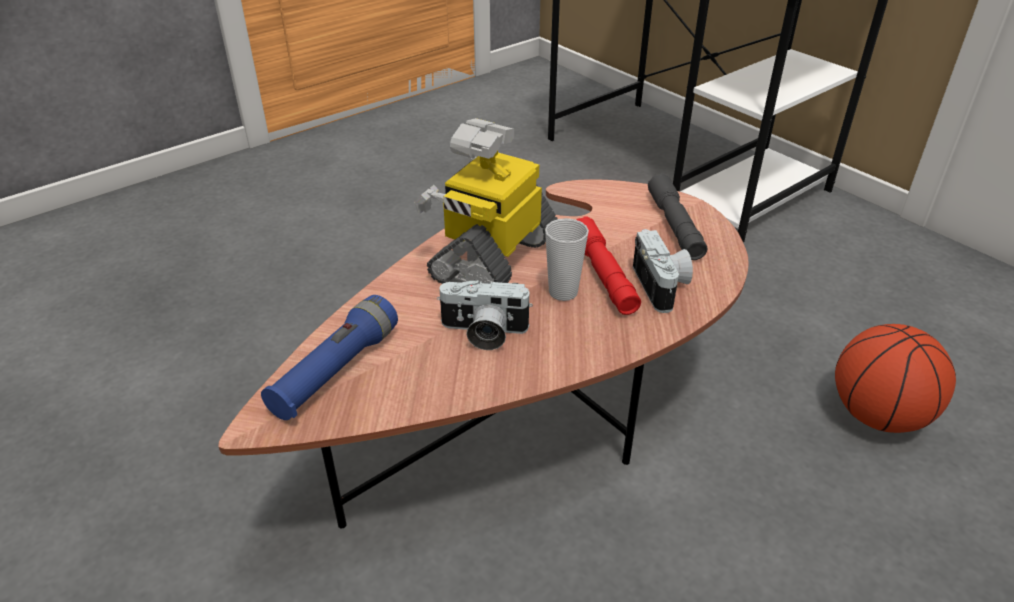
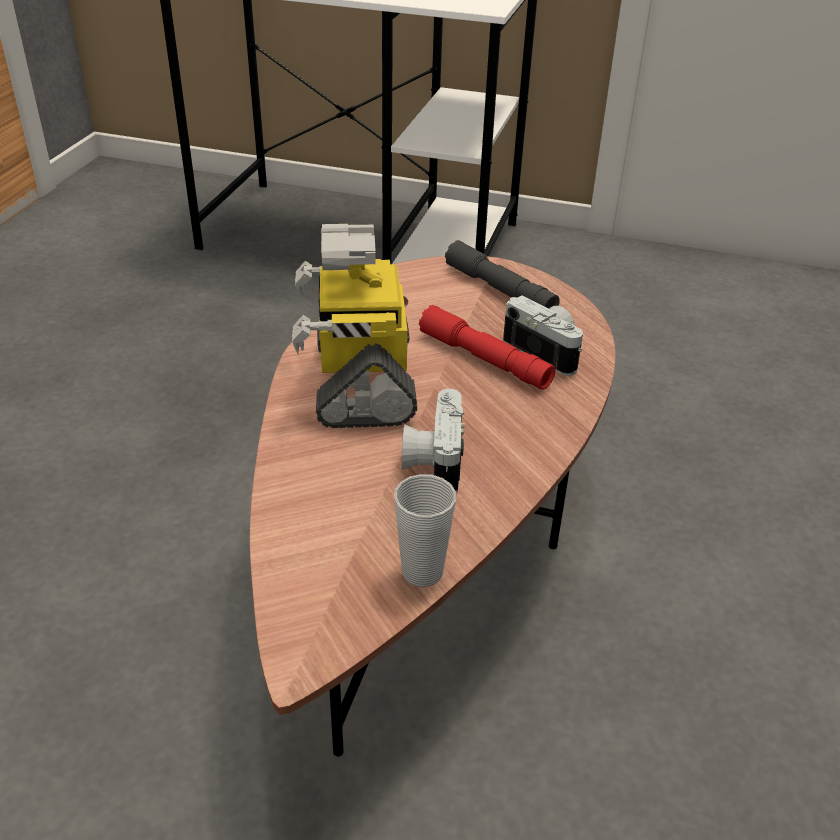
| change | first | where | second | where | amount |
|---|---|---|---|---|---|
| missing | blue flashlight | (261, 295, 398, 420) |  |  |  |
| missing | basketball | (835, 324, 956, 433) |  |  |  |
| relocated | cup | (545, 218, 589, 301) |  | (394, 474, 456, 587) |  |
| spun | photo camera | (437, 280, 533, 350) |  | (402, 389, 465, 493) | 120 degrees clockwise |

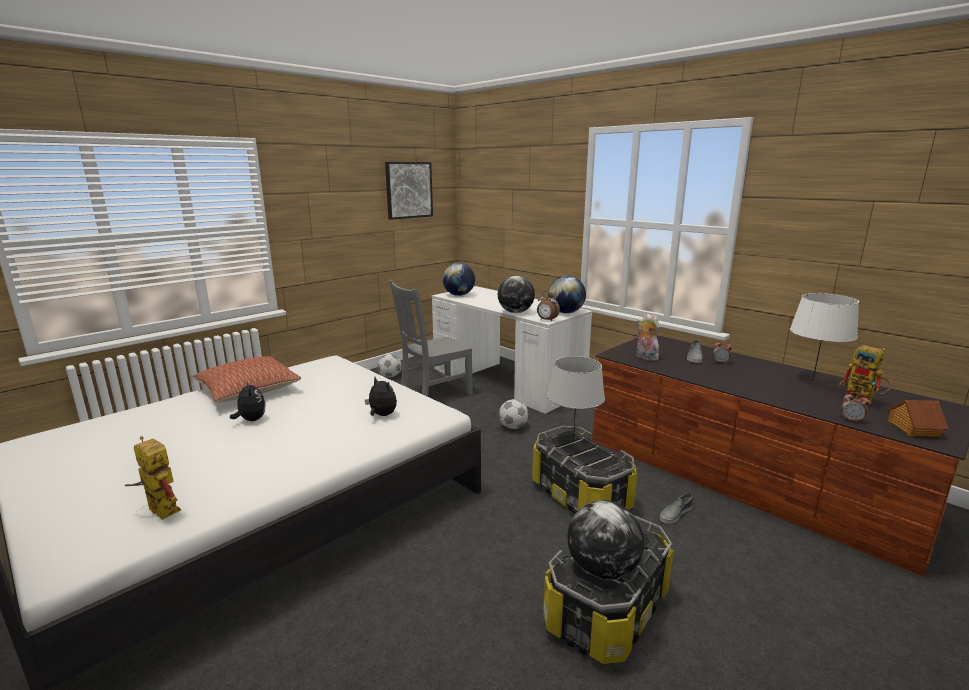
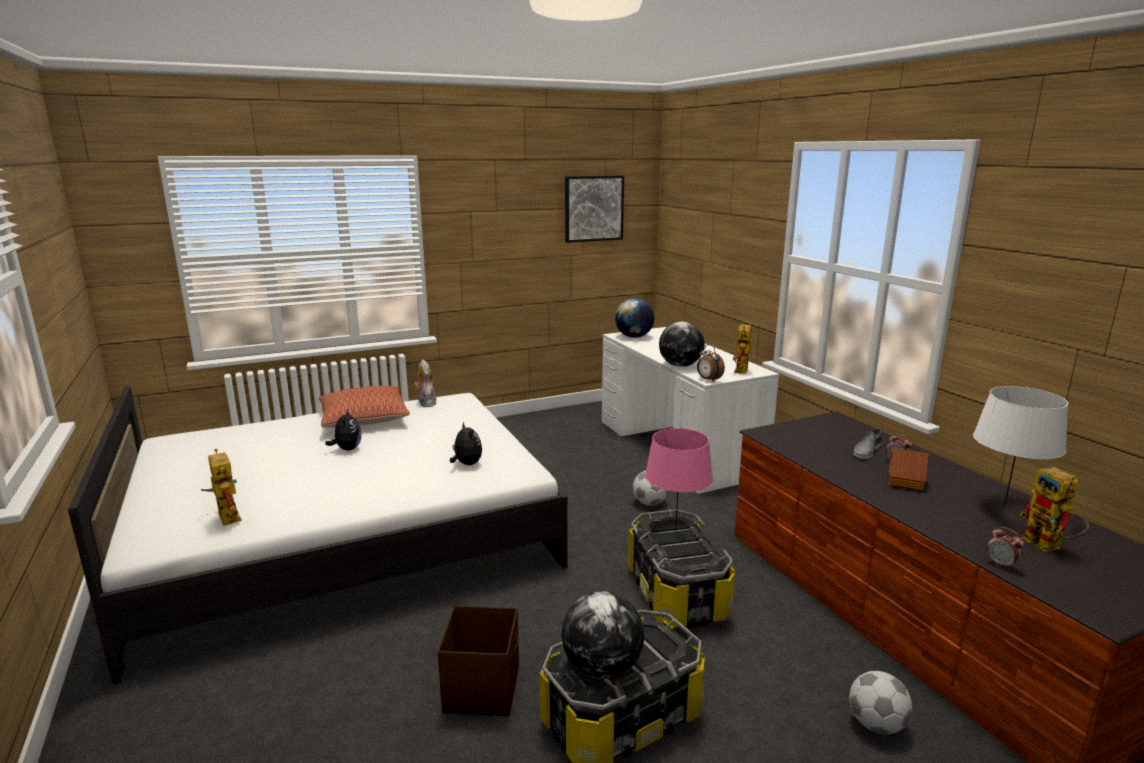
| change | first | where | second | where | amount |
|---|---|---|---|---|---|
| missing | grey chair | (389, 280, 473, 397) |  |  |  |
| missing | grey shoe | (660, 493, 693, 524) |  |  |  |
| appeared |  |  | brown storage box | (438, 606, 519, 716) |  |
| relocated | football | (378, 354, 402, 378) |  | (849, 671, 912, 734) |  |
| relocated | plush toy | (636, 314, 660, 361) |  | (414, 360, 437, 407) |  |
| relocated | toy house | (887, 400, 949, 437) |  | (888, 448, 929, 490) |  |
| exchanged | globe | (548, 276, 586, 313) | toy robot | (732, 325, 755, 374) |  |
| colour | grey table lamp | (547, 356, 605, 443) | pink table lamp | (645, 428, 713, 531) |  |

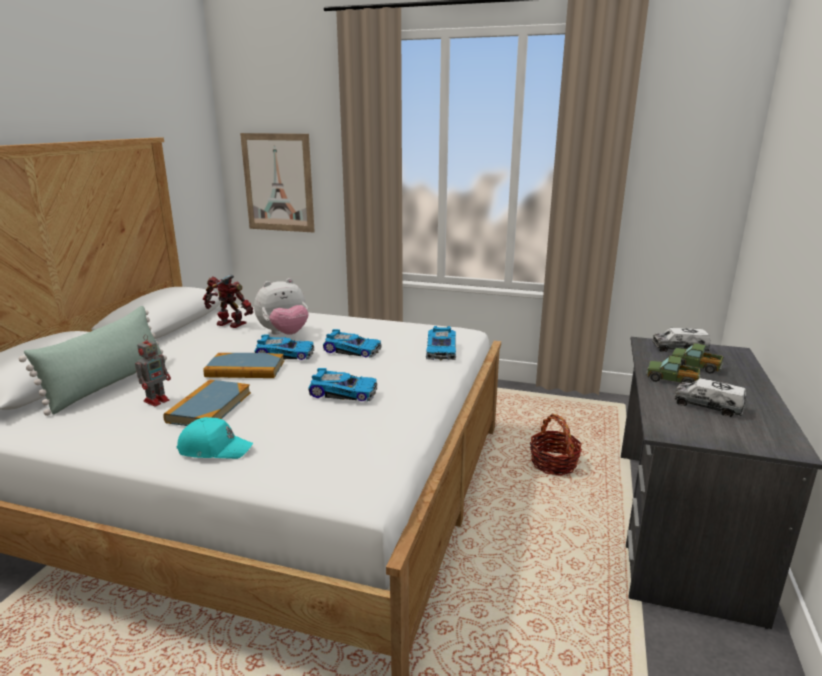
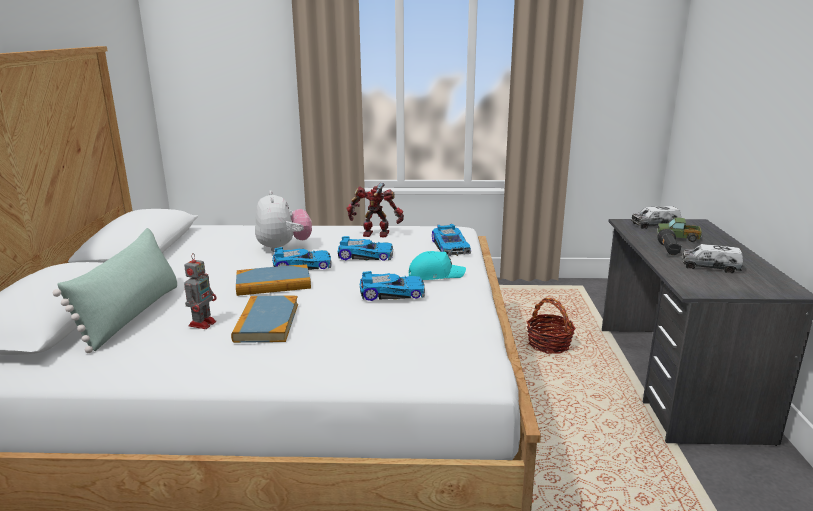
| change | first | where | second | where | amount |
|---|---|---|---|---|---|
| missing | picture | (240, 133, 315, 233) |  |  |  |
| relocated | turquoise cap | (177, 417, 253, 459) |  | (409, 251, 466, 280) |  |
| relocated | toy robot | (203, 274, 253, 328) |  | (346, 183, 404, 237) |  |
| exchanged | toy truck | (646, 356, 700, 383) | black flashlight | (657, 229, 681, 255) |  |
| spun | plush toy | (254, 278, 309, 335) |  | (255, 190, 312, 252) | 60 degrees counterclockwise |

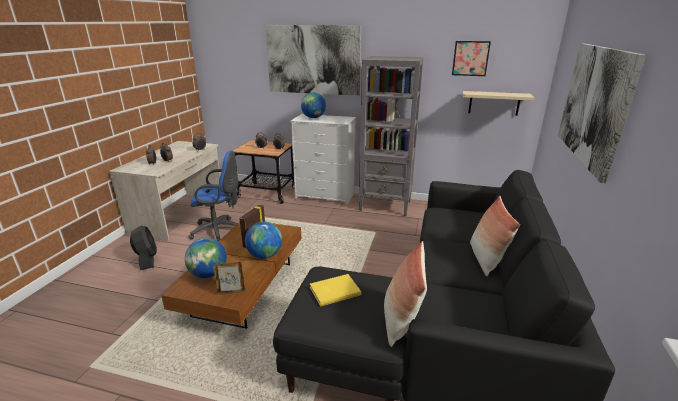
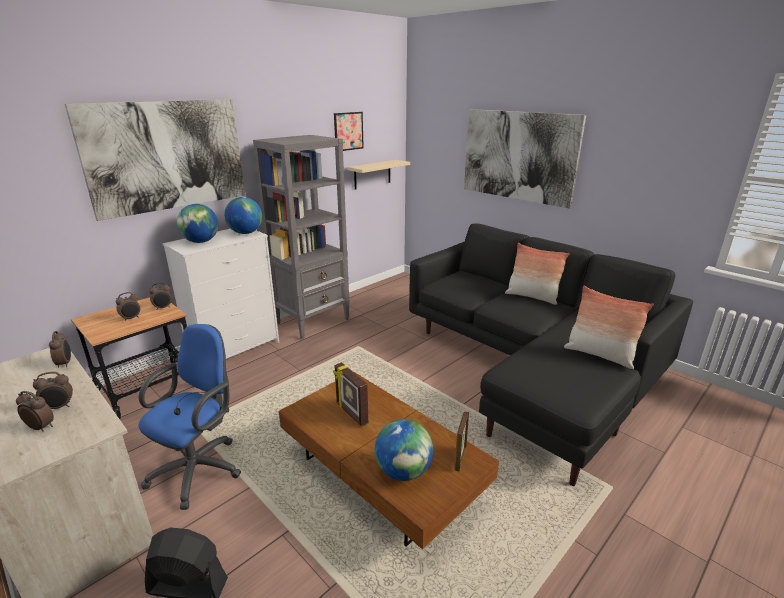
| change | first | where | second | where | amount |
|---|---|---|---|---|---|
| missing | yellow book | (310, 274, 361, 307) |  |  |  |
| relocated | globe | (245, 222, 282, 259) |  | (224, 197, 262, 234) |  |

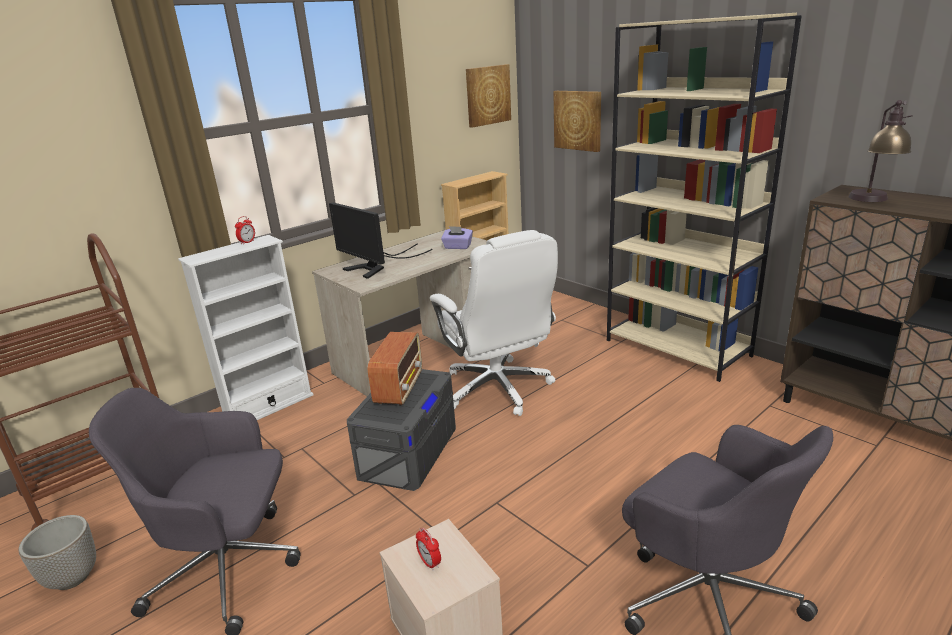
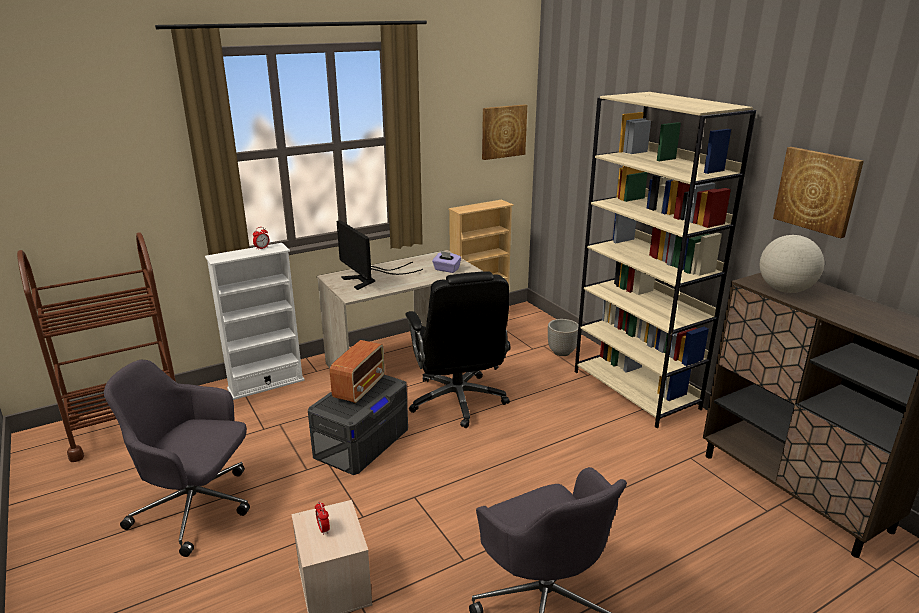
| change | first | where | second | where | amount |
|---|---|---|---|---|---|
| relocated | planter | (19, 515, 96, 590) |  | (548, 319, 579, 356) |  |
| relocated | picture | (553, 91, 601, 152) |  | (773, 147, 864, 238) |  |
| exchanged | table lamp | (849, 100, 913, 202) | globe | (760, 235, 824, 293) |  |
| colour | white office chair | (430, 230, 558, 416) | black office chair | (406, 271, 511, 428) |  |

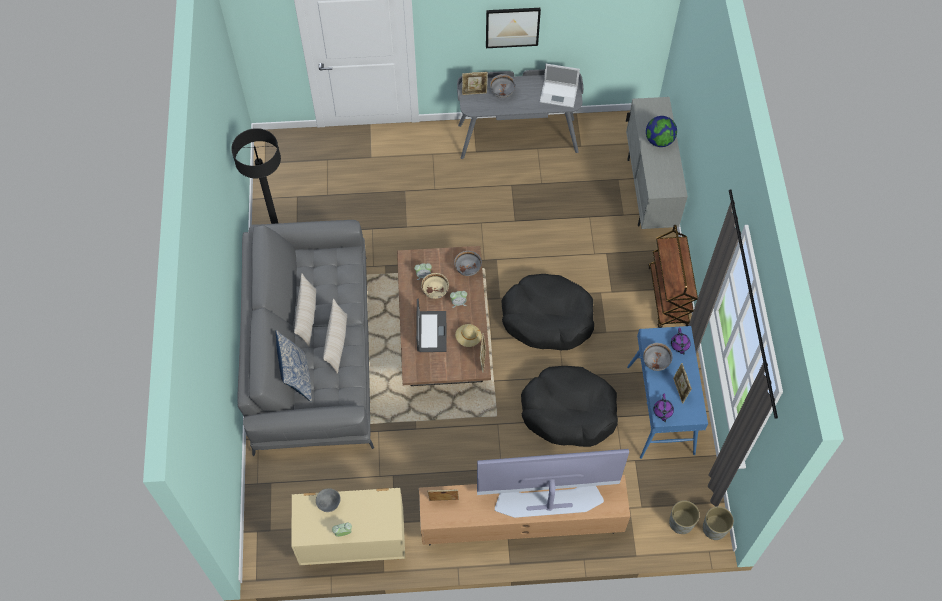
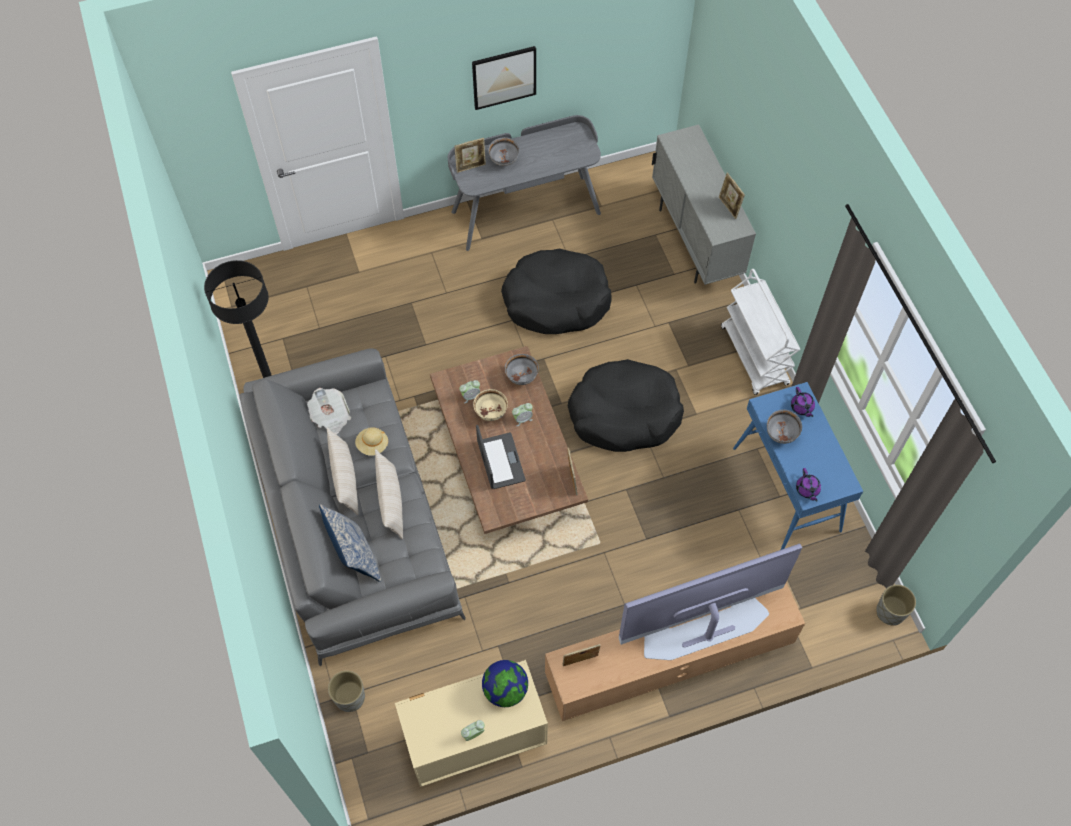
| change | first | where | second | where | amount |
|---|---|---|---|---|---|
| missing | grey bowl | (316, 488, 340, 512) |  |  |  |
| missing | laptop | (540, 64, 580, 108) |  |  |  |
| appeared |  |  | newspaper | (307, 388, 351, 434) |  |
| relocated | beige hat | (455, 324, 482, 347) |  | (355, 427, 388, 456) |  |
| relocated | black dog bed | (521, 366, 618, 447) |  | (501, 248, 612, 334) |  |
| relocated | globe | (646, 116, 677, 147) |  | (482, 660, 528, 707) |  |
| relocated | grey planter | (669, 501, 700, 534) |  | (328, 671, 365, 712) |  |
| relocated | picture frame | (673, 363, 692, 404) |  | (719, 172, 745, 219) |  |
| colour | brown cart | (648, 225, 698, 328) | white cart | (721, 269, 800, 395) |  |

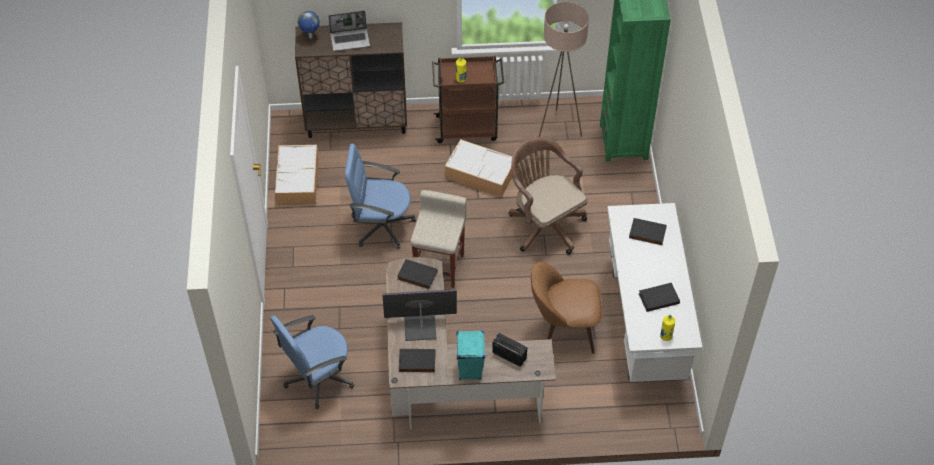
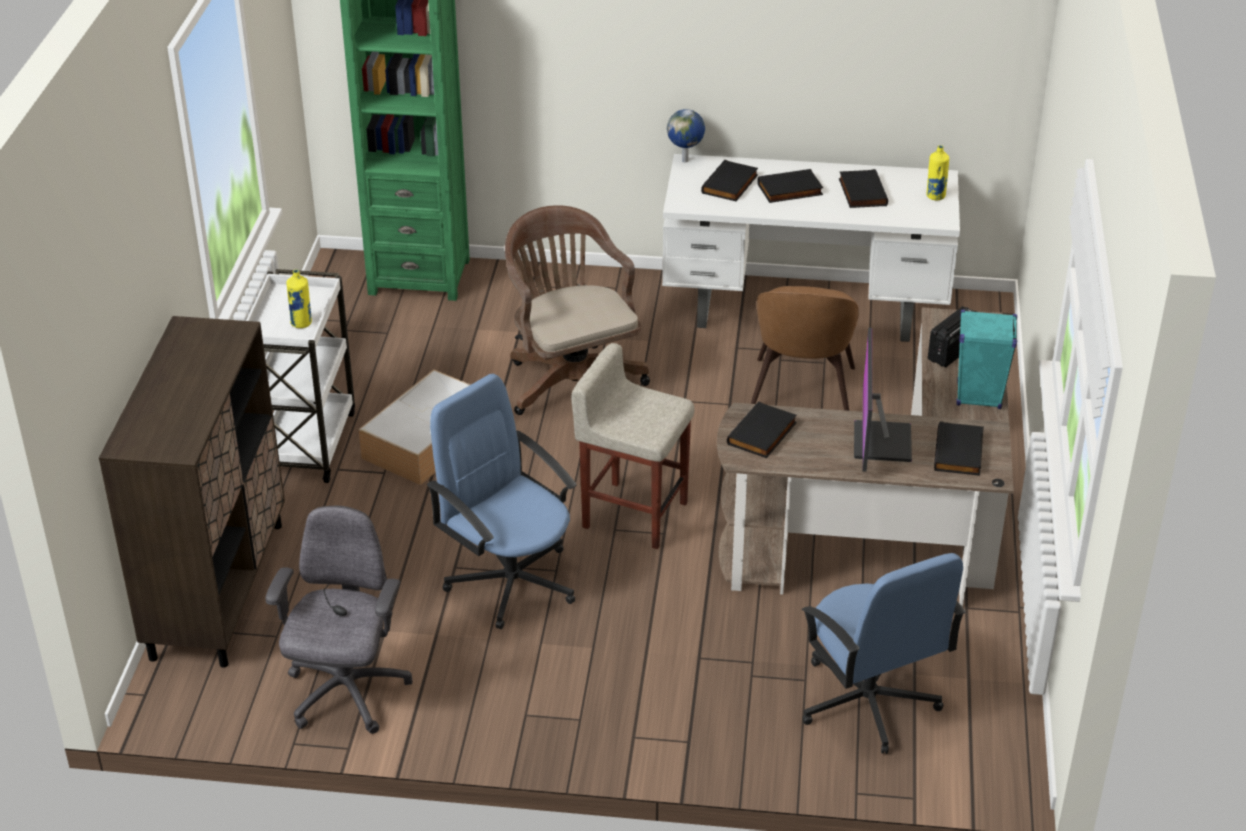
| change | first | where | second | where | amount |
|---|---|---|---|---|---|
| missing | laptop | (328, 11, 370, 51) |  |  |  |
| missing | beige floor lamp | (539, 2, 589, 137) |  |  |  |
| appeared |  |  | black book | (757, 169, 823, 203) |  |
| relocated | globe | (298, 11, 320, 38) |  | (667, 109, 705, 163) |  |
| exchanged | storage box | (275, 145, 319, 205) | grey office chair | (265, 506, 412, 734) |  |
| colour | brown cart | (432, 56, 504, 143) | white cart | (246, 269, 355, 483) |  |
| spun | blue office chair | (345, 144, 416, 249) |  | (427, 374, 576, 629) | 120 degrees clockwise |
| spun | brown office chair | (508, 137, 587, 255) |  | (505, 205, 650, 415) | 90 degrees clockwise |

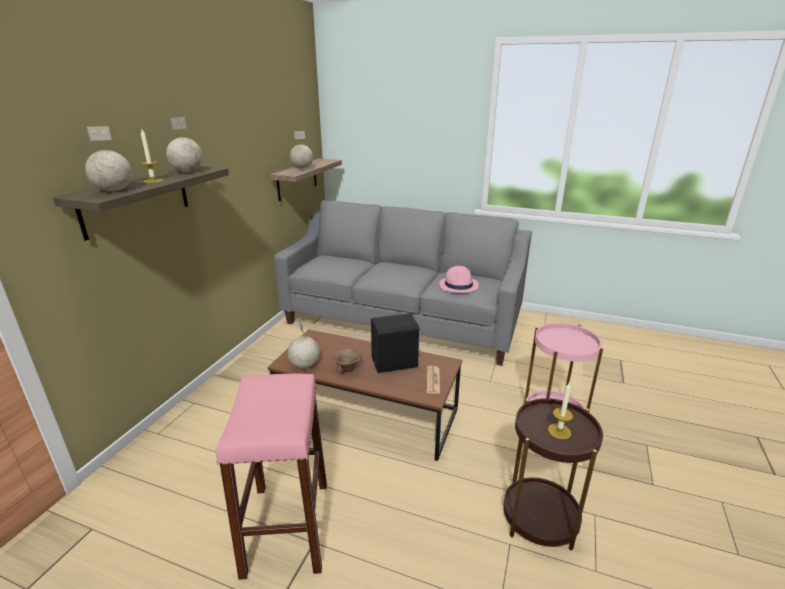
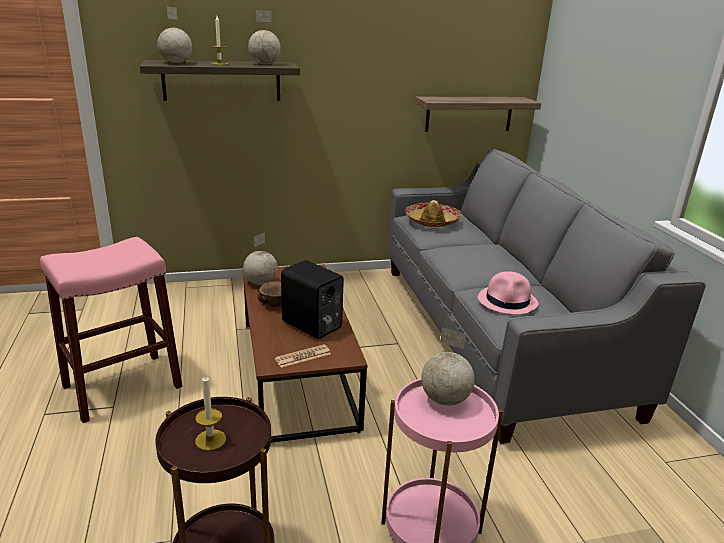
| change | first | where | second | where | amount |
|---|---|---|---|---|---|
| appeared |  |  | hat | (405, 200, 462, 227) |  |
| relocated | globe | (290, 131, 313, 168) |  | (421, 327, 475, 406) |  |

